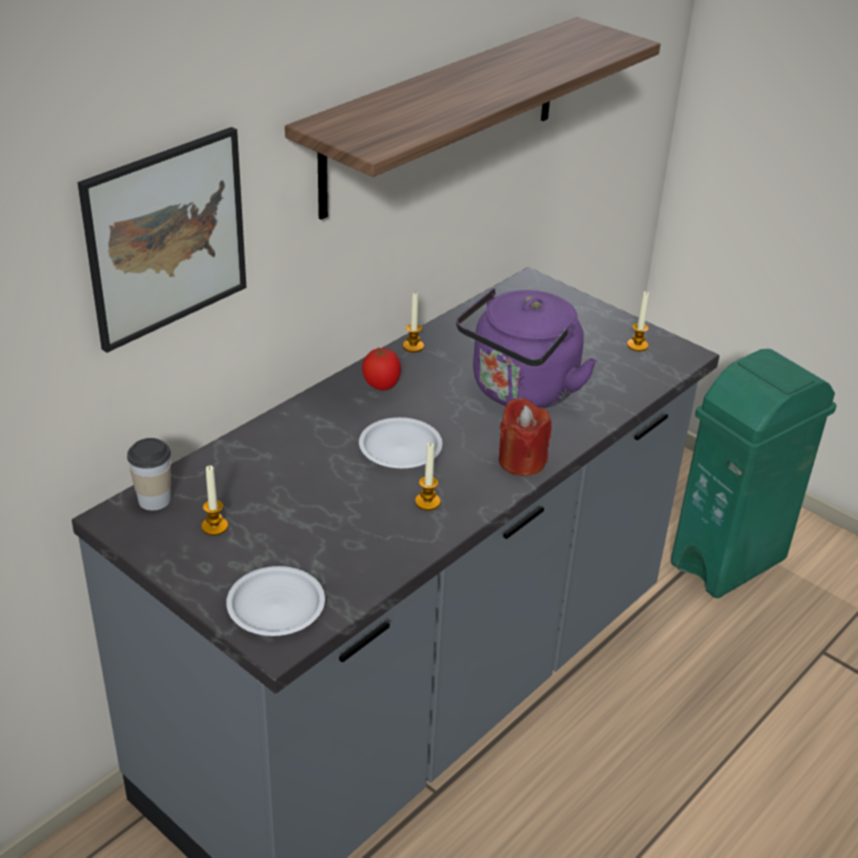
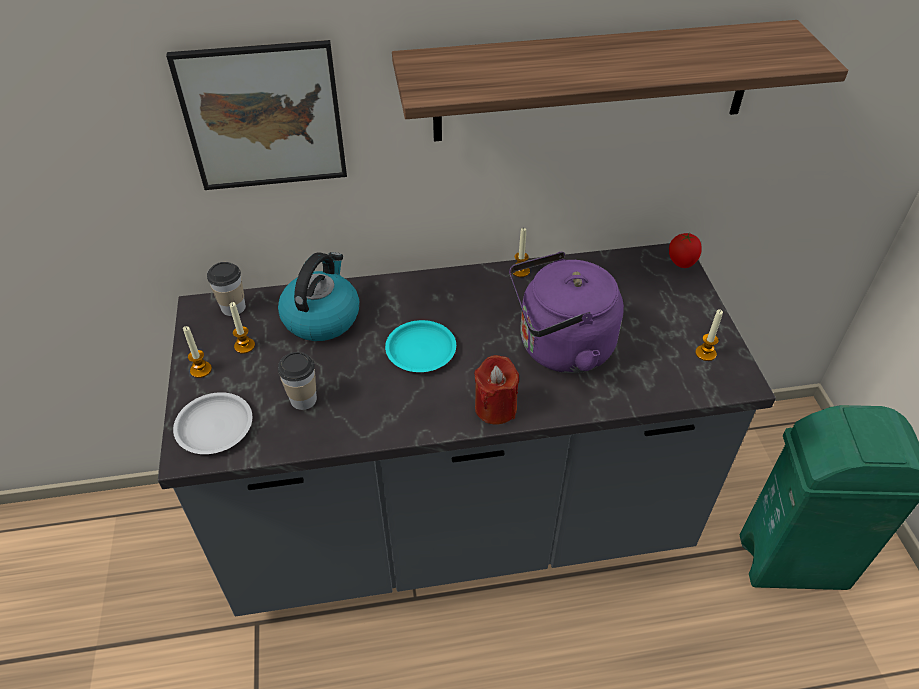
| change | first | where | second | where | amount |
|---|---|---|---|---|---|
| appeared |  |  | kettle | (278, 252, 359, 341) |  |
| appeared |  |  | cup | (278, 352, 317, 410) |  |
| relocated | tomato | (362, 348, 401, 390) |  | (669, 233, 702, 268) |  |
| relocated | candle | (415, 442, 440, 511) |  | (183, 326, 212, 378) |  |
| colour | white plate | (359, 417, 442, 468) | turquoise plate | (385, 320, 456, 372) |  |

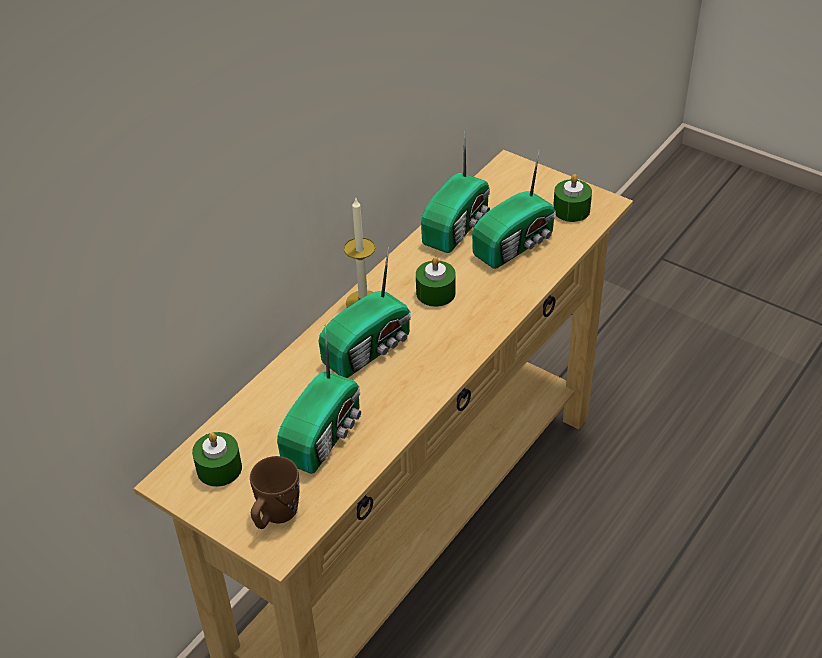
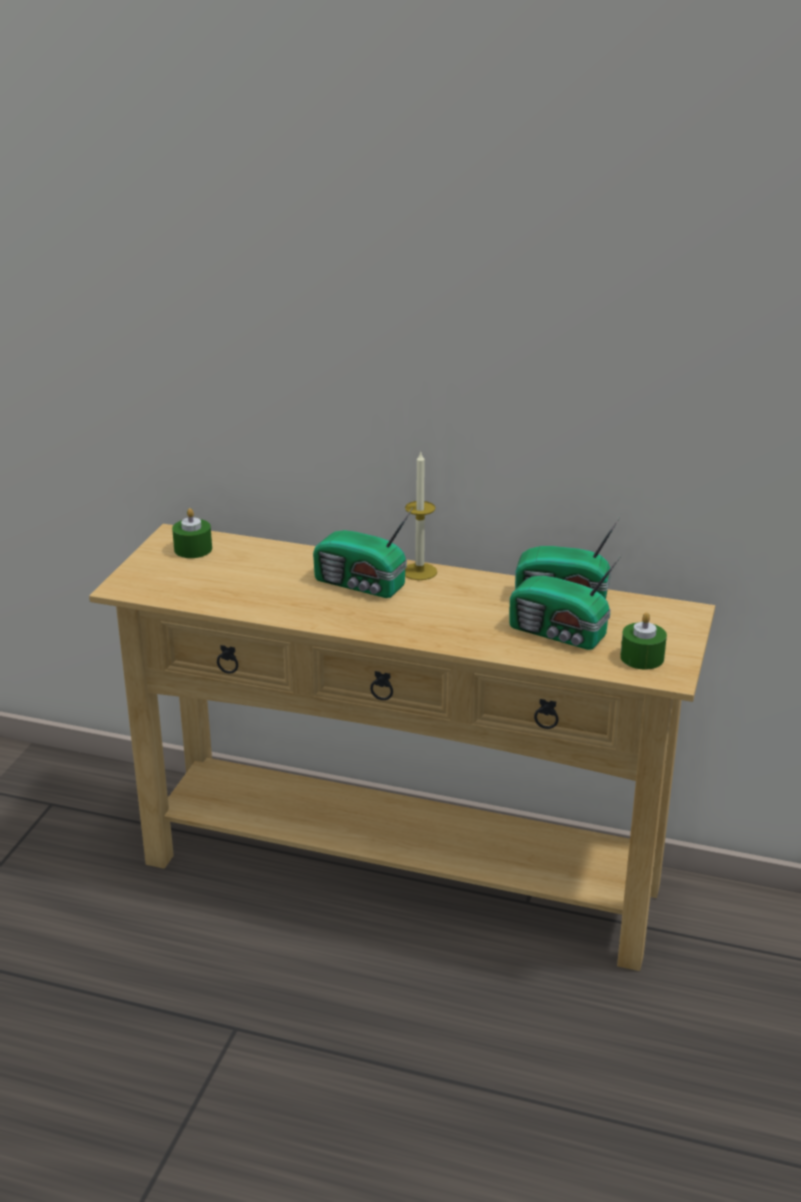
| change | first | where | second | where | amount |
|---|---|---|---|---|---|
| missing | brown mug | (250, 456, 299, 529) |  |  |  |
| missing | radio | (277, 324, 361, 474) |  |  |  |
| missing | green candle | (416, 257, 456, 307) |  |  |  |

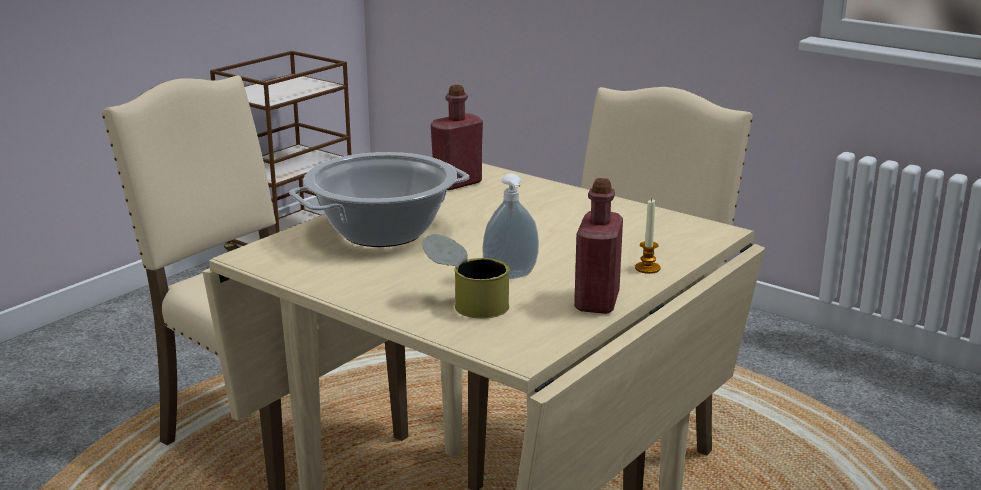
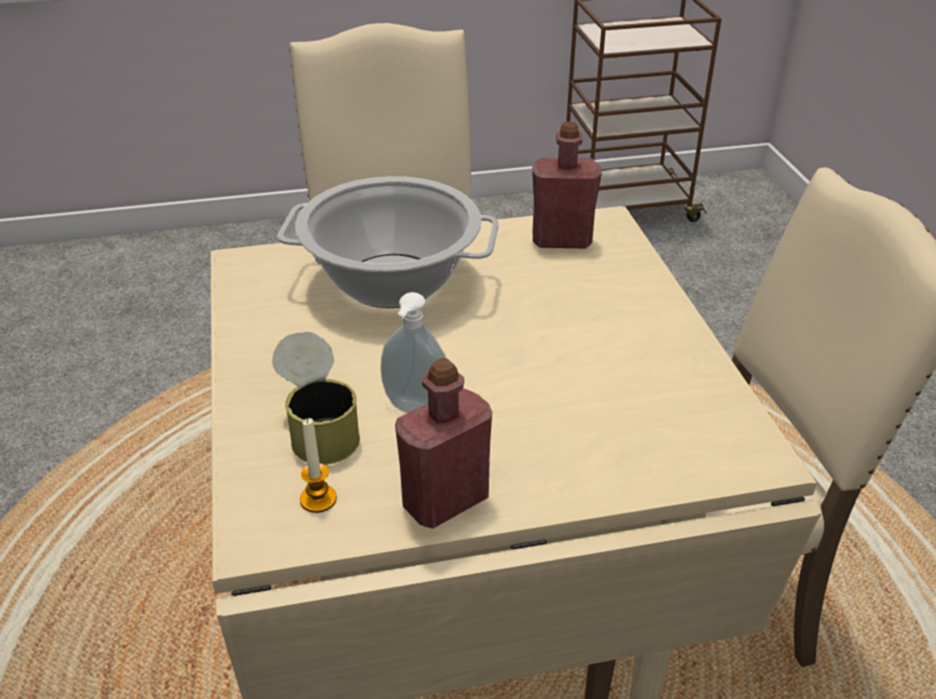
| change | first | where | second | where | amount |
|---|---|---|---|---|---|
| relocated | candle | (635, 199, 660, 274) |  | (300, 418, 337, 513) |  |

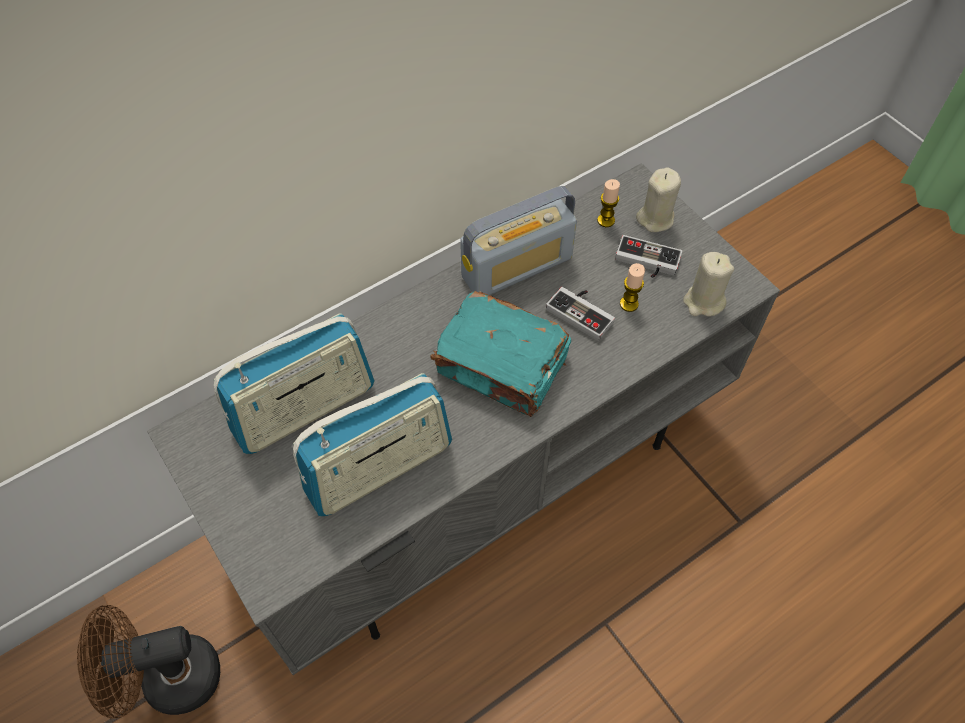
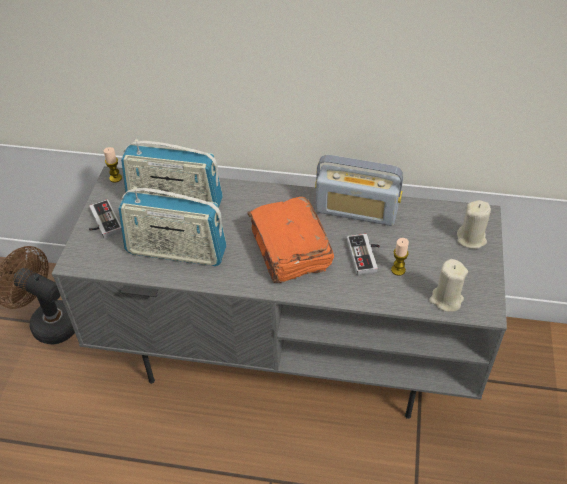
| change | first | where | second | where | amount |
|---|---|---|---|---|---|
| relocated | candle | (597, 179, 620, 227) |  | (104, 147, 122, 183) |  |
| relocated | game controller | (615, 235, 682, 278) |  | (89, 199, 122, 238) |  |
| colour | turquoise book | (430, 291, 571, 417) | orange book | (248, 197, 334, 283) |  |

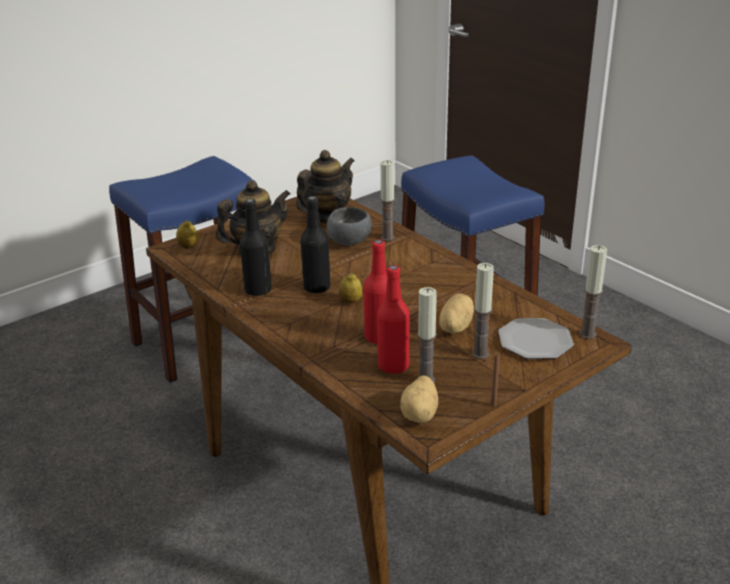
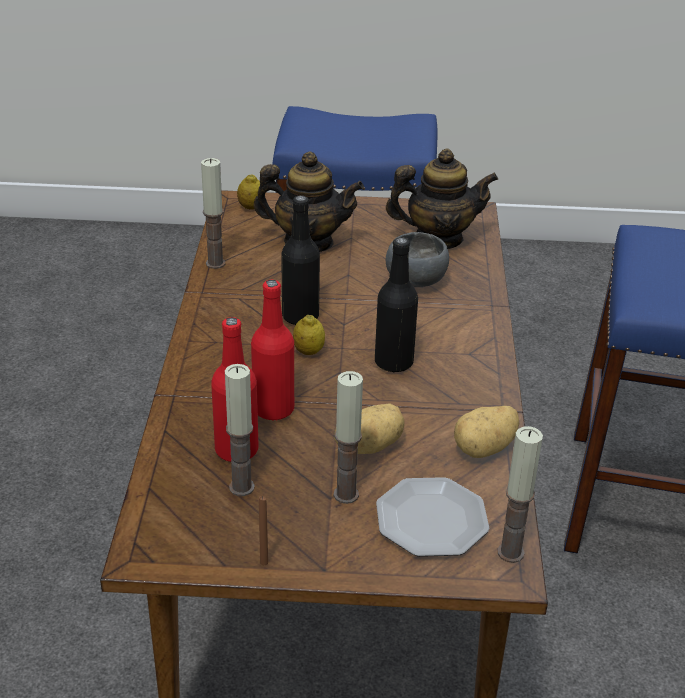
| change | first | where | second | where | amount |
|---|---|---|---|---|---|
| relocated | black bottle | (240, 199, 272, 296) |  | (375, 237, 418, 372) |  |
| relocated | candle | (380, 160, 395, 241) |  | (201, 158, 225, 269) |  |
| relocated | potato | (400, 375, 438, 423) |  | (454, 406, 519, 458) |  |

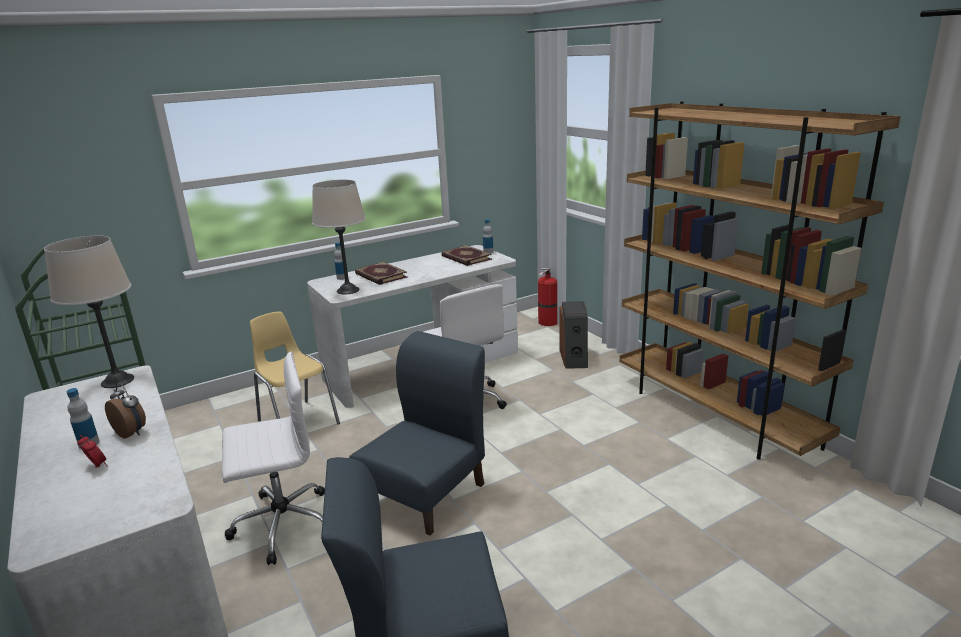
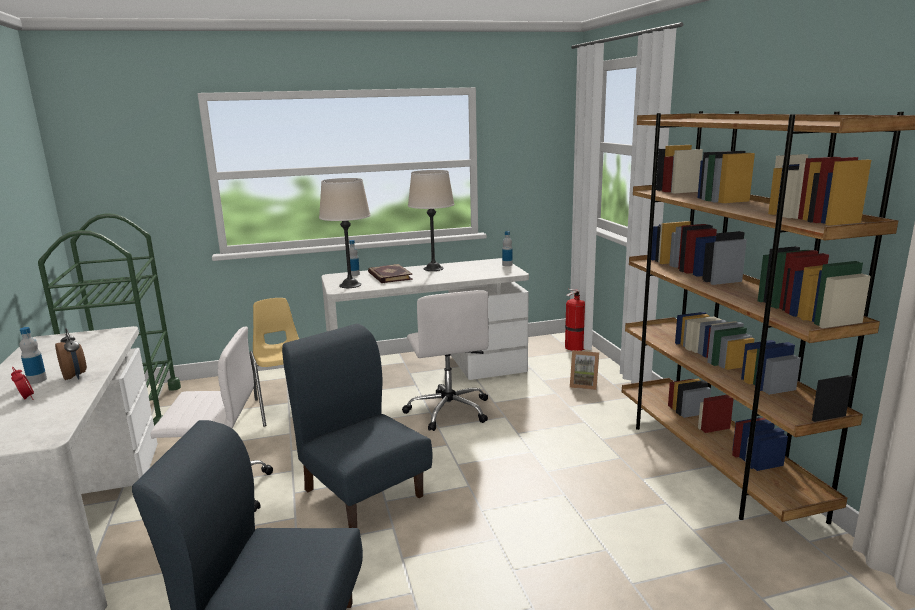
| change | first | where | second | where | amount |
|---|---|---|---|---|---|
| missing | book | (441, 245, 492, 266) |  |  |  |
| relocated | beige table lamp | (44, 236, 134, 388) |  | (408, 170, 454, 271) |  |
| exchanged | speaker | (559, 301, 588, 369) | picture frame | (570, 350, 599, 390) |  |
| spun | blue chair | (349, 331, 485, 536) |  | (282, 324, 432, 528) | 90 degrees counterclockwise |

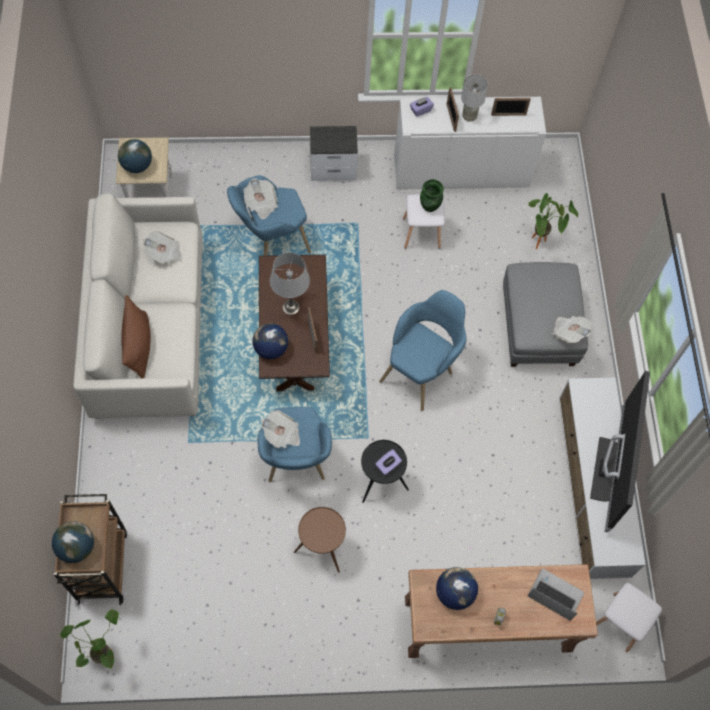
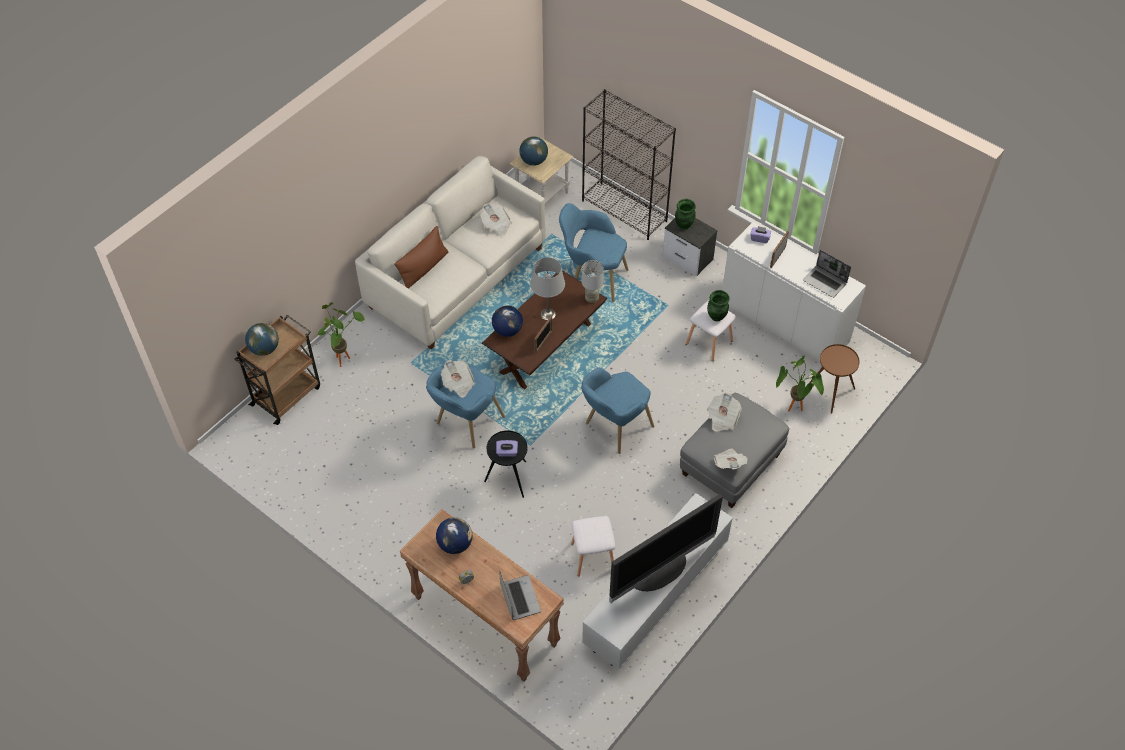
| change | first | where | second | where | amount |
|---|---|---|---|---|---|
| appeared |  |  | black bookcase | (582, 89, 676, 240) |  |
| appeared |  |  | green vase | (675, 199, 696, 230) |  |
| relocated | potted plant | (60, 609, 119, 670) |  | (317, 302, 365, 367) |  |
| relocated | newspaper | (243, 178, 278, 219) |  | (707, 393, 742, 432) |  |
| relocated | brown side table | (294, 507, 346, 573) |  | (809, 344, 860, 414) |  |
| relocated | grey table lamp | (461, 74, 488, 122) |  | (582, 260, 604, 303) |  |
| relocated | white stool | (596, 583, 662, 652) |  | (571, 516, 616, 576) |  |
| exchanged | picture frame | (491, 98, 531, 116) | laptop | (803, 250, 851, 298) |  |
| spun | blue armchair | (379, 290, 466, 411) |  | (581, 368, 654, 454) | 150 degrees clockwise |

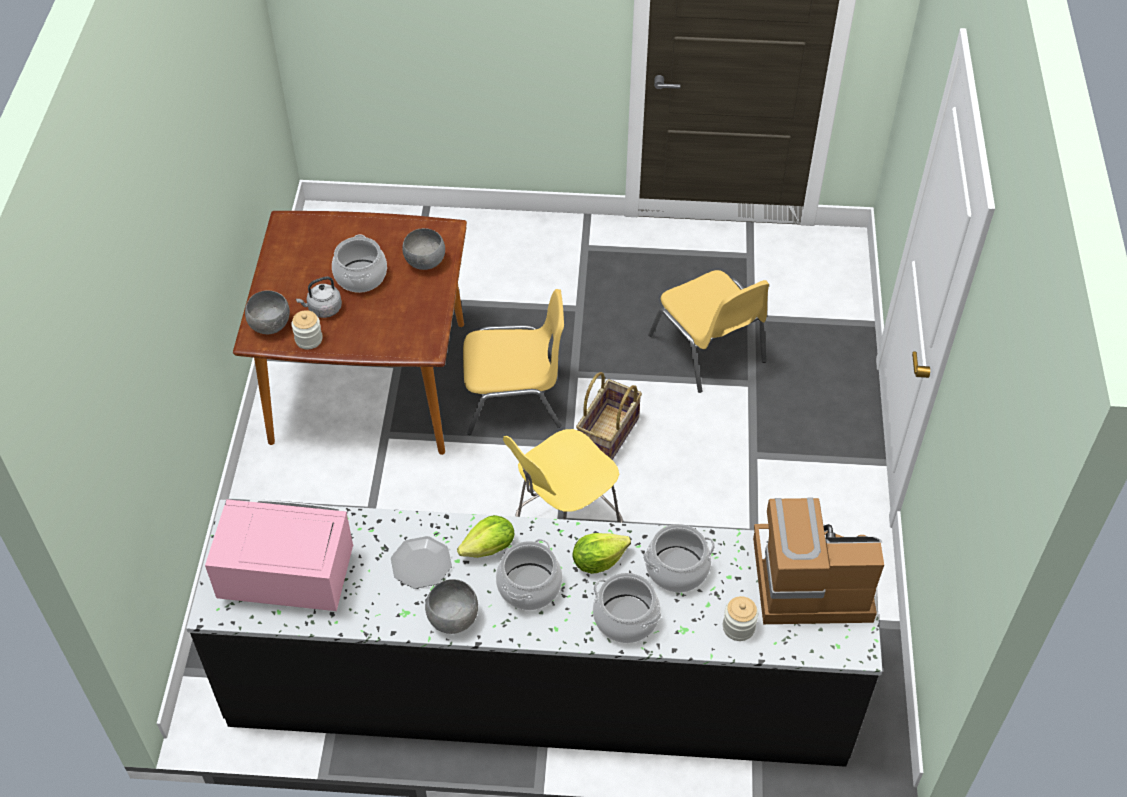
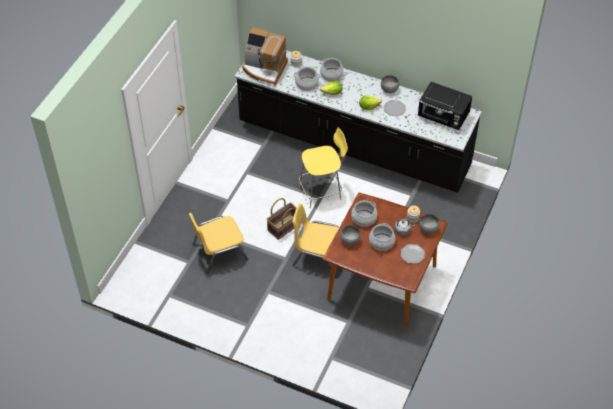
| change | first | where | second | where | amount |
|---|---|---|---|---|---|
| appeared |  |  | plate | (401, 244, 425, 264) |  |
| relocated | cooking pot | (496, 539, 562, 610) |  | (351, 200, 377, 227) |  |
| colour | pink microwave | (205, 499, 353, 611) | black microwave | (418, 82, 472, 130) |  |
| spun | yellow chair | (648, 270, 769, 393) |  | (189, 213, 248, 274) | 105 degrees counterclockwise |

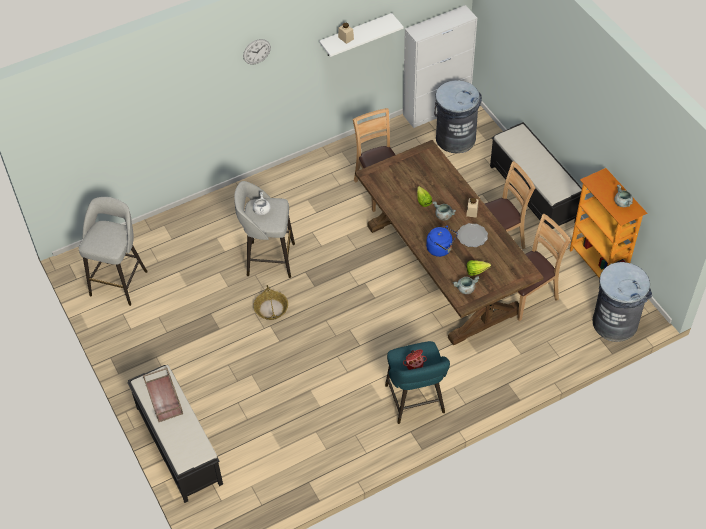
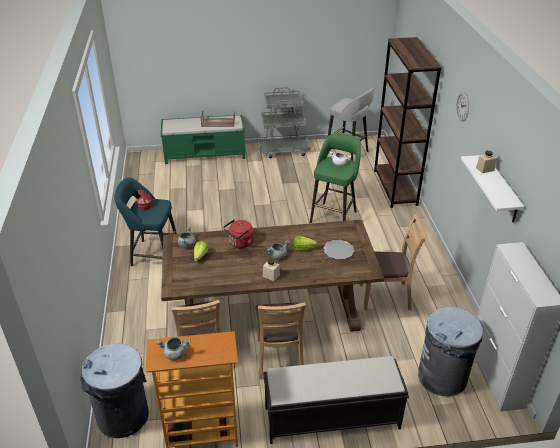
| change | first | where | second | where | amount |
|---|---|---|---|---|---|
| missing | basket | (253, 285, 288, 320) |  |  |  |
| appeared |  |  | grey cart | (257, 87, 310, 158) |  |
| appeared |  |  | brown bookcase | (374, 37, 442, 208) |  |
| relocated | plate | (457, 223, 488, 247) |  | (323, 240, 354, 260) |  |
| colour | black bench | (128, 365, 223, 503) | green bench | (161, 115, 245, 164) |  |
| colour | grey stool | (234, 181, 295, 278) | green stool | (310, 133, 361, 223) |  |
| colour | blue kettle | (426, 226, 457, 257) | red kettle | (223, 220, 254, 248) |  |

